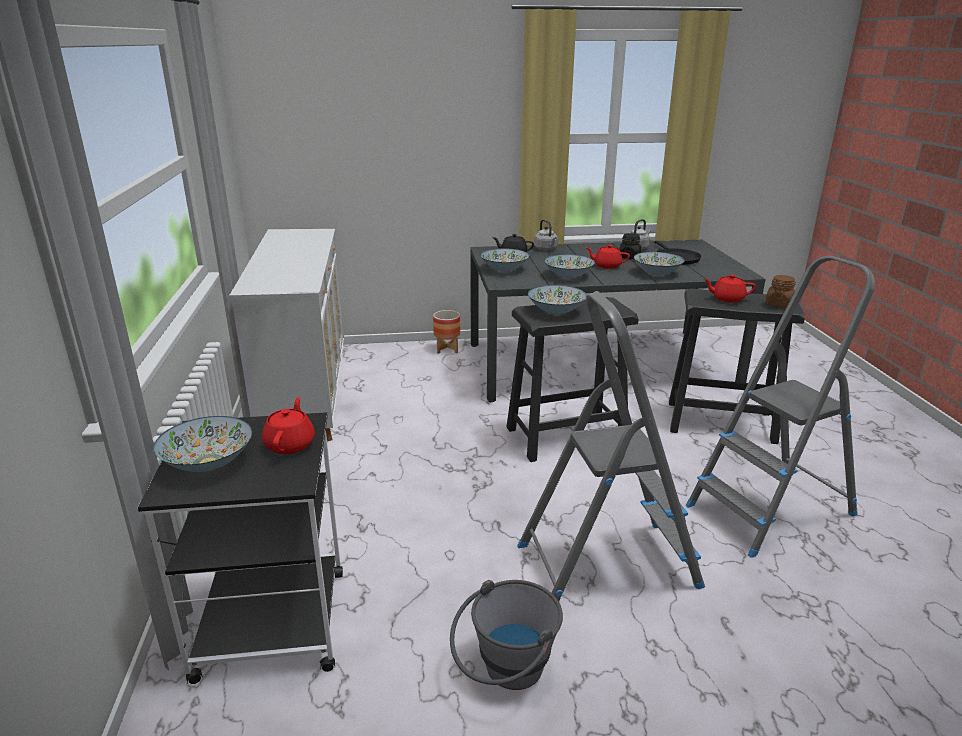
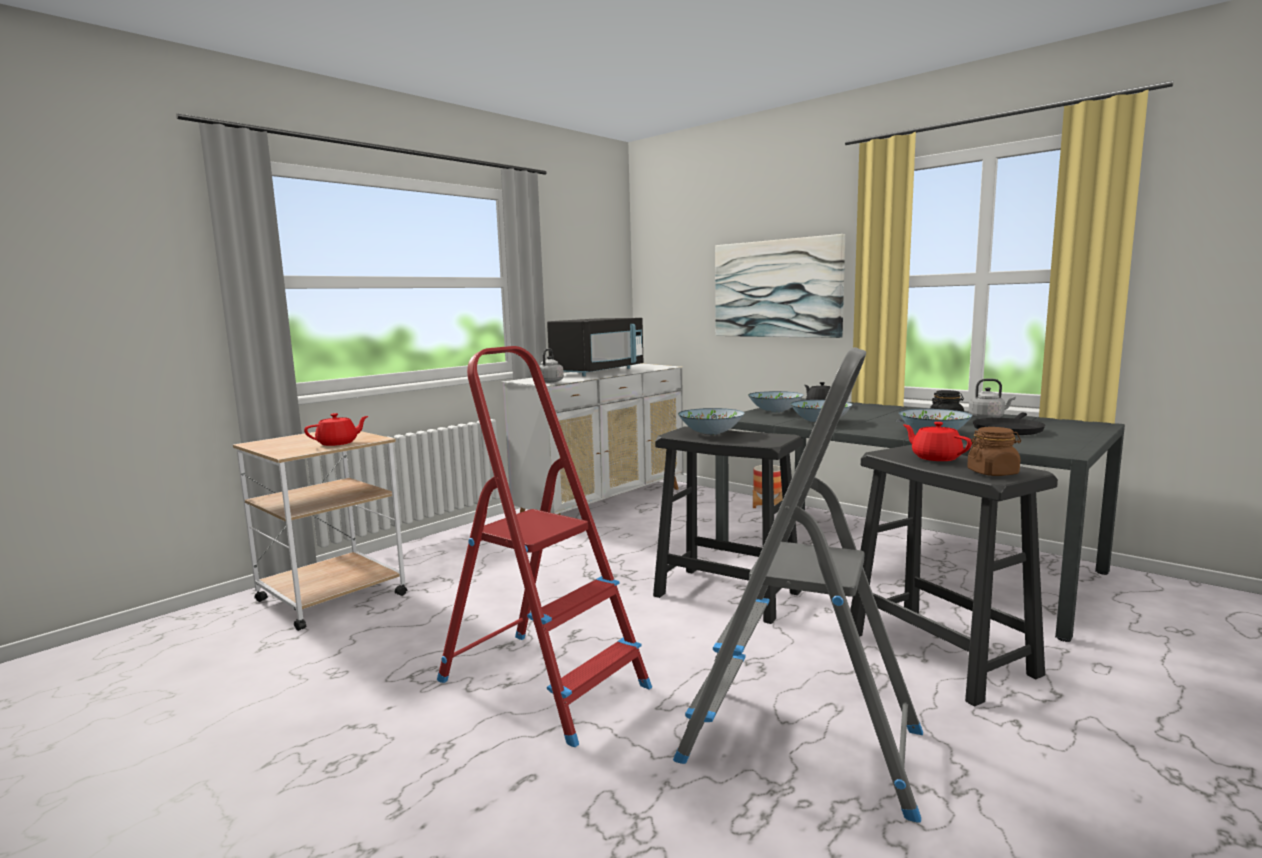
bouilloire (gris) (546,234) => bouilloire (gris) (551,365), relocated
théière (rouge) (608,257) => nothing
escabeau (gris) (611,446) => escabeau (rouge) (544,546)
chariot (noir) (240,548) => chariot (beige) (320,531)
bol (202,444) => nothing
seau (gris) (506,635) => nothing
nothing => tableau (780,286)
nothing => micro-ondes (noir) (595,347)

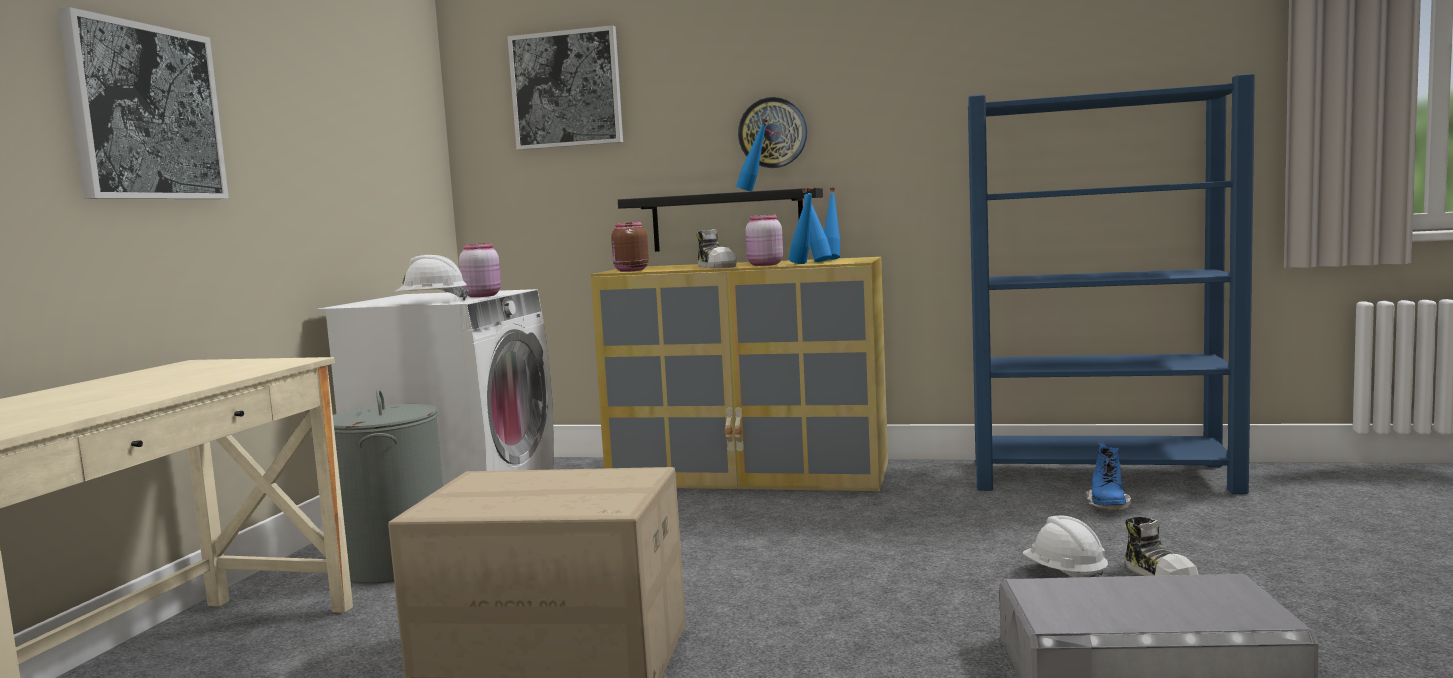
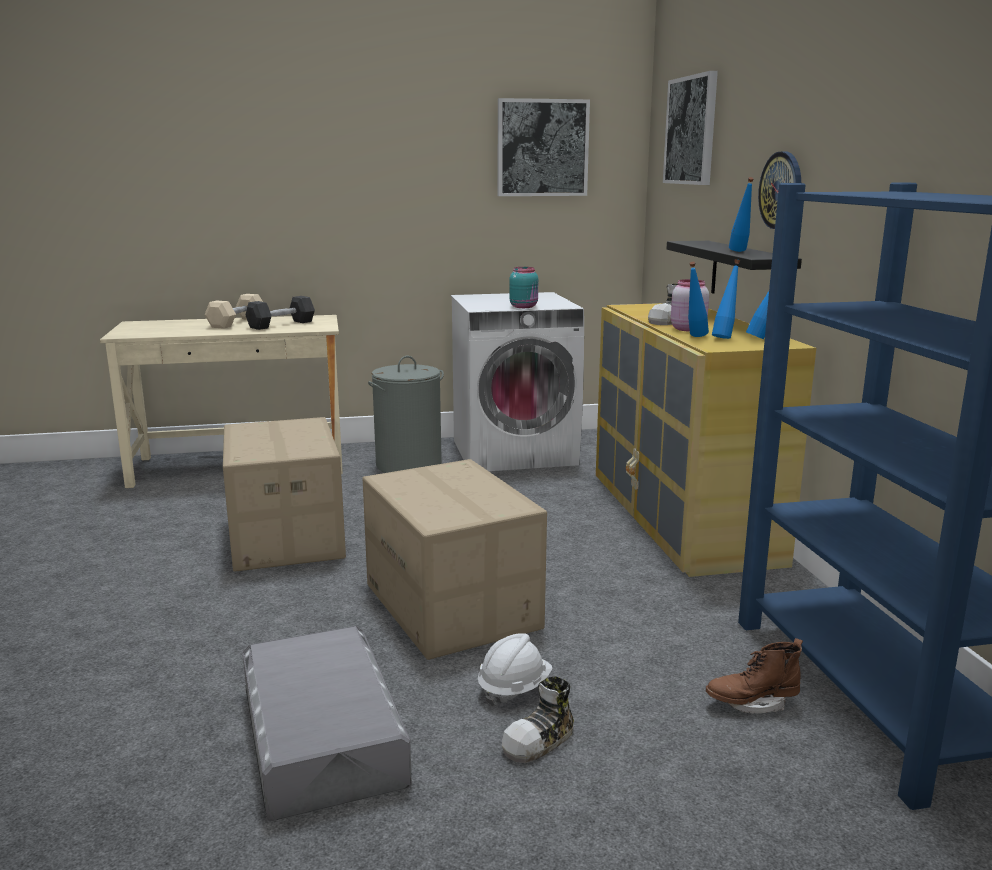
tableau (143,103) => tableau (544,147), relocated
bocal (marron) (630,247) => nothing
bocal (rose) (480,270) => bocal (turquoise) (523,287)
casque de chantier (blanc) (431,278) => nothing
botte (bleu) (1107,477) => botte (marron) (754,676)
nothing => haltère (beige) (233,311)
nothing => haltère (noir) (280,313)
nothing => carton (455,559)

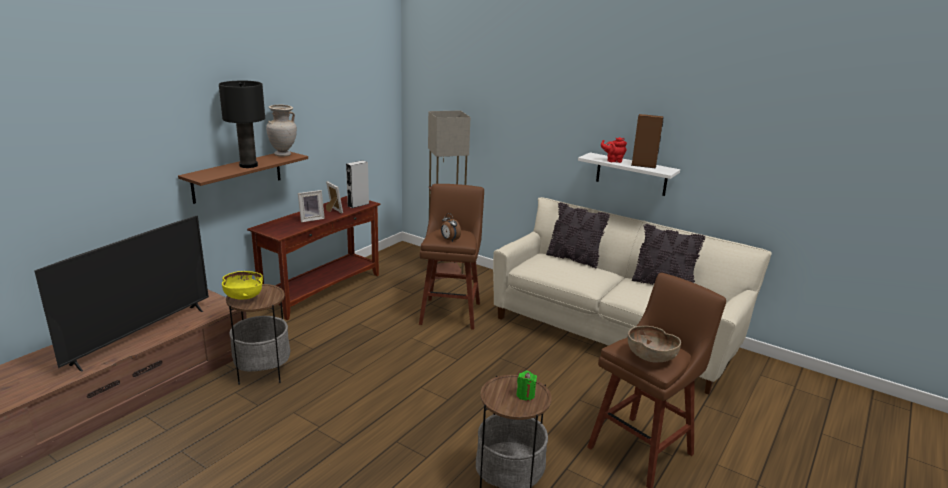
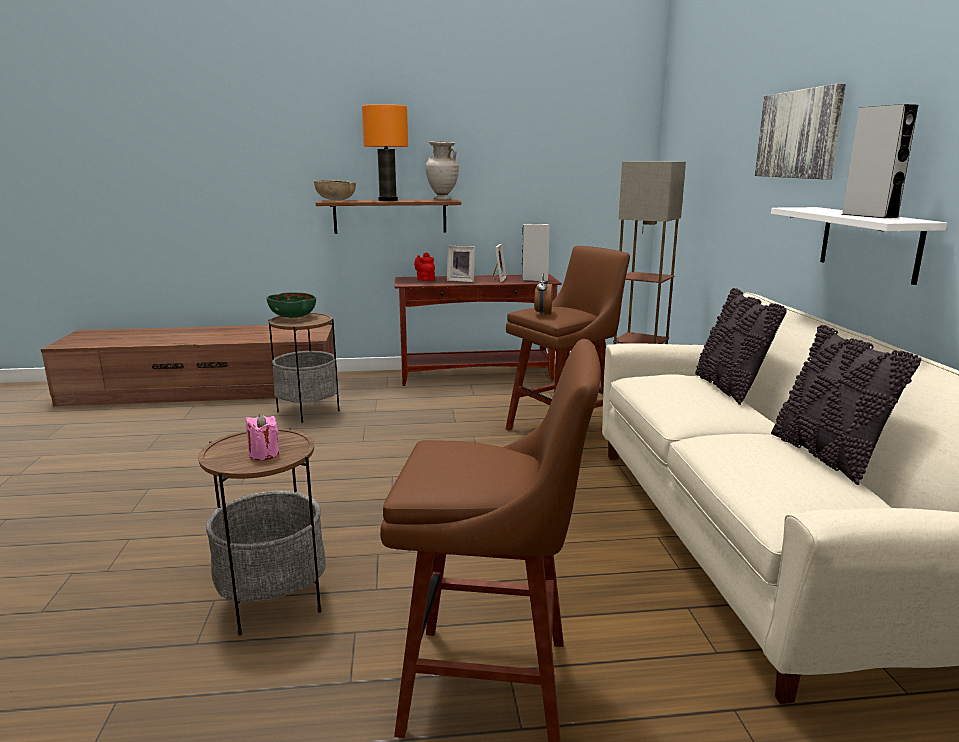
lampe de table (noir) (242,124) => lampe de table (orange) (385,152)
enceinte (marron) (647,141) => enceinte (gris) (879,161)
théière (rouge) (614,150) => théière (rouge) (424,267), relocated
téléviseur (121,293) => nothing
bol (jaune) (242,285) => bol (vert) (291,305)
bol (marron) (654,344) => bol (marron) (335,190), relocated
bougie (vert) (526,386) => bougie (rose) (262,437)
nothing => tableau (800,131)

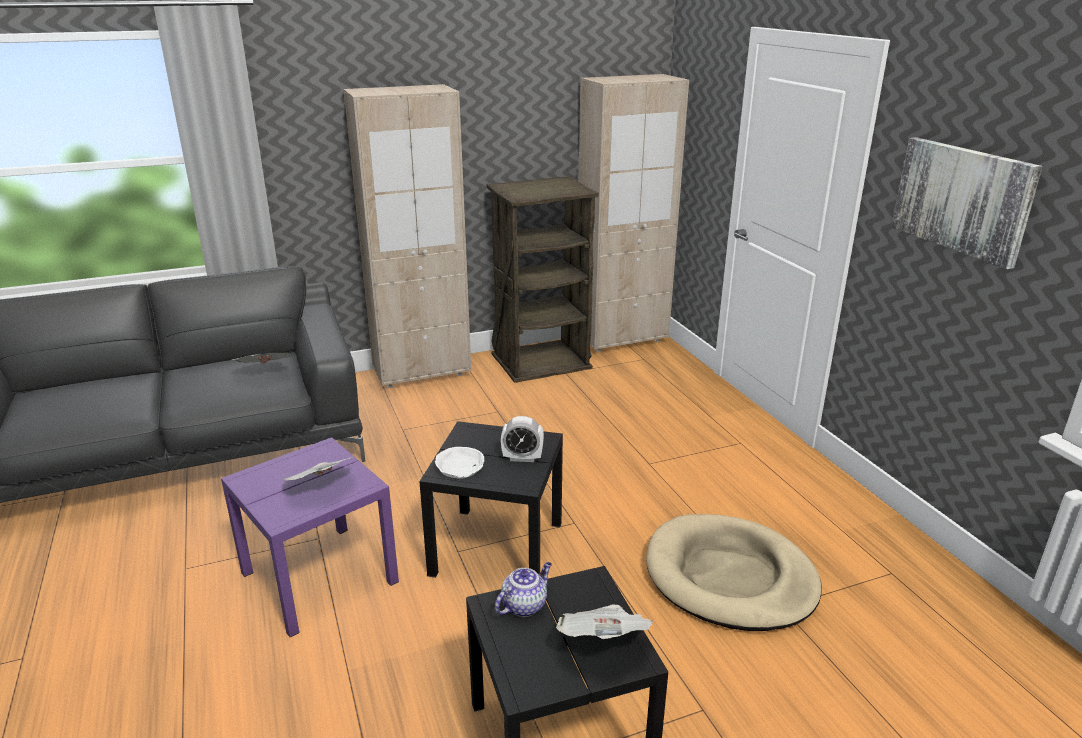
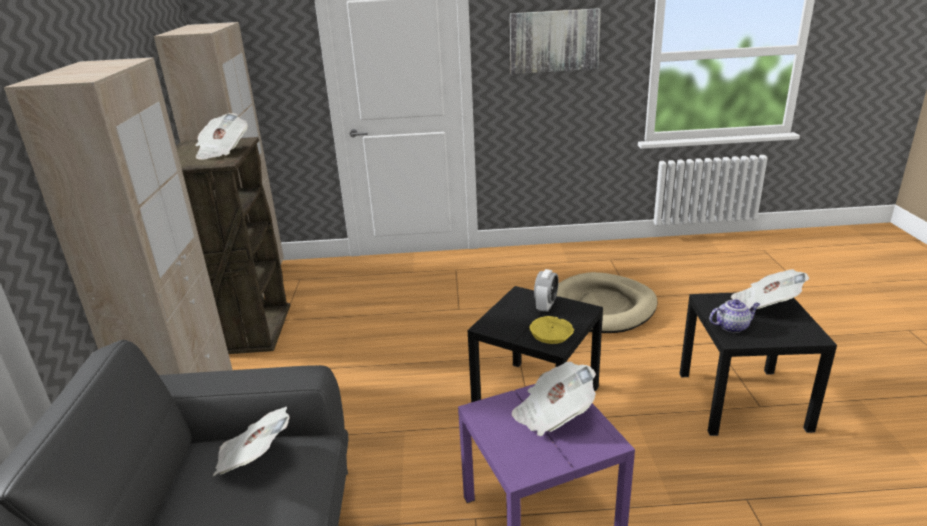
bol (blanc) (459,463) => bol (jaune) (551,330)
théière (523,589) => théière (734,316), 105 degrees clockwise
nothing => journal (221,136)

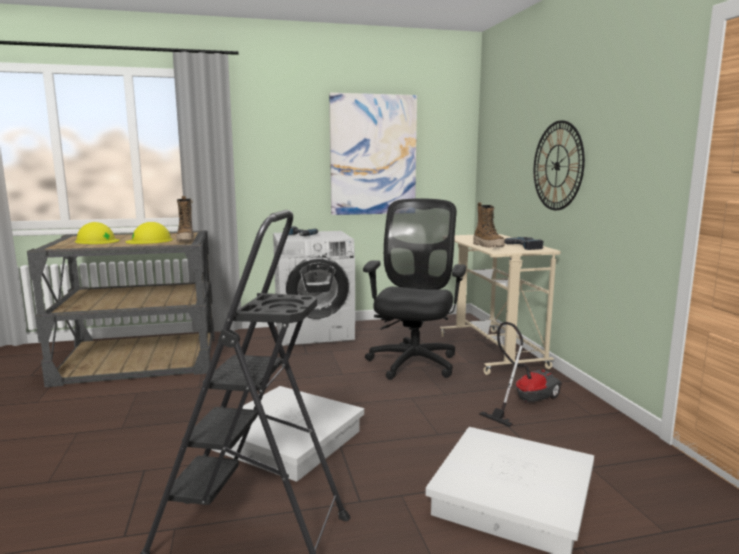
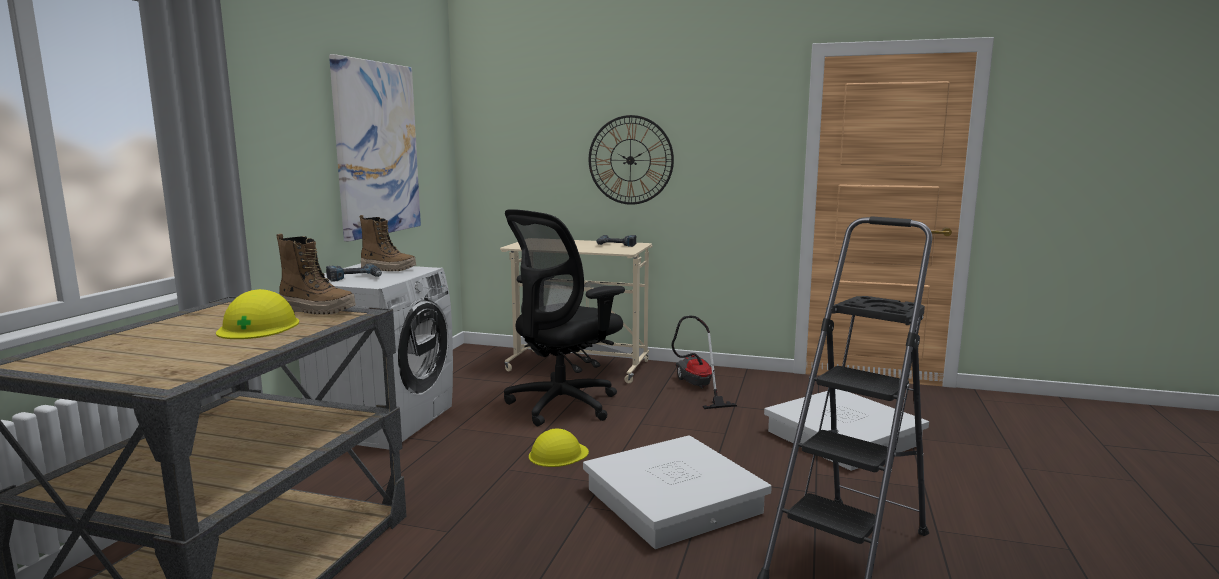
chaise de bureau (noir) (414,289) => chaise de bureau (noir) (564,317), 90 degrees counterclockwise
botte (489,225) => botte (388,243), relocated
casque de chantier (jaune) (97,233) => casque de chantier (jaune) (559,448), relocated

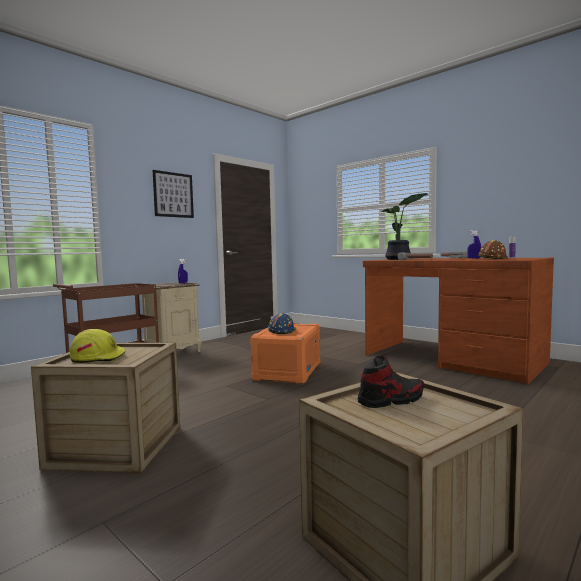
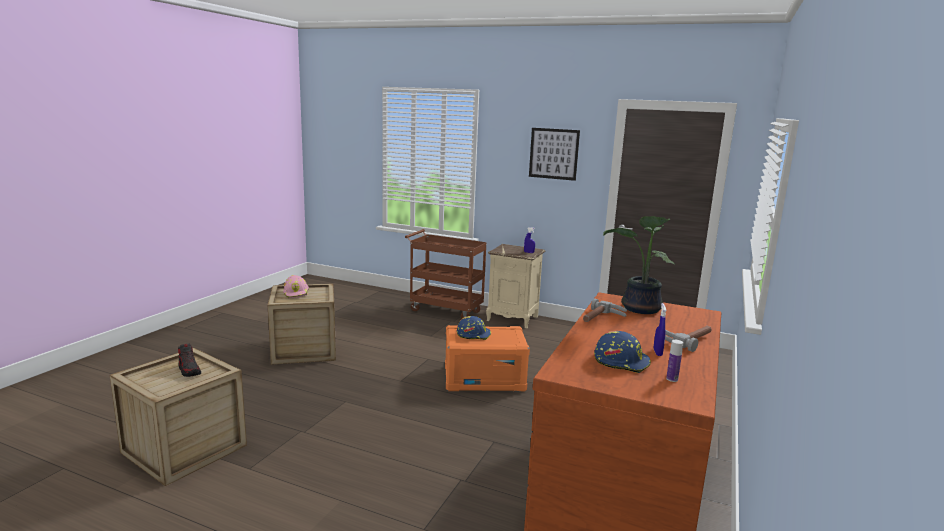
casque de chantier (marron) (493,249) => casque de chantier (bleu) (622,352)
casque de chantier (jaune) (97,346) => casque de chantier (rose) (296,286)

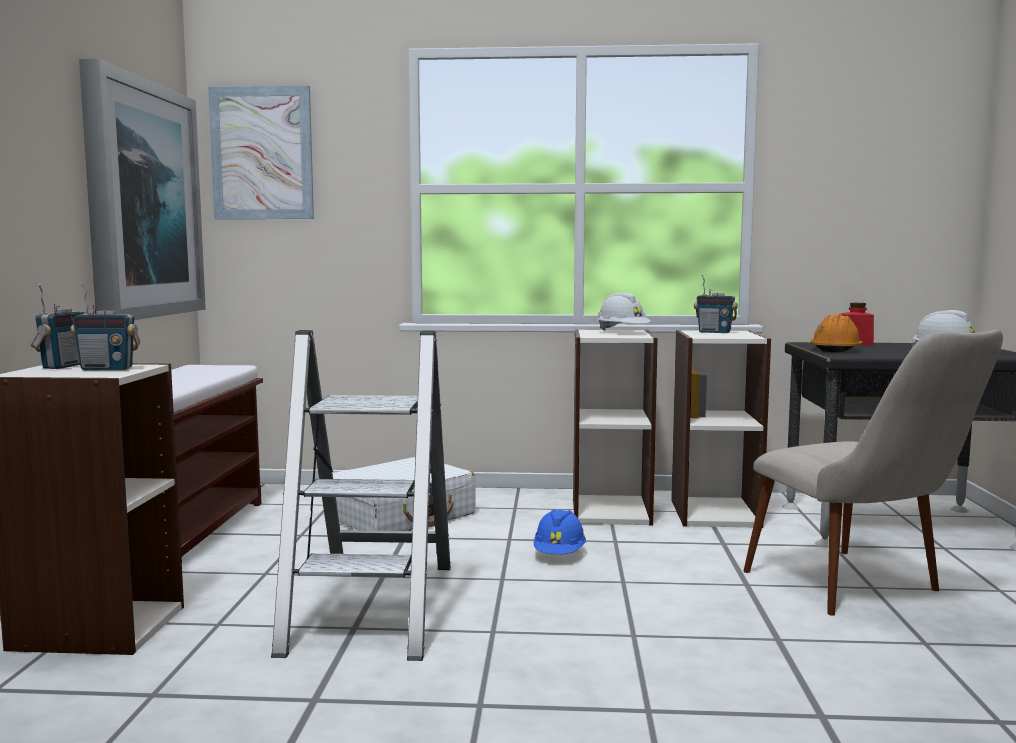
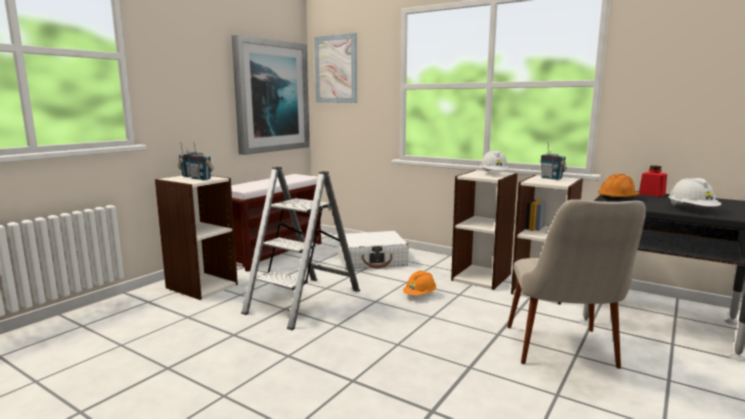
casque de chantier (bleu) (560,531) => casque de chantier (orange) (419,283)

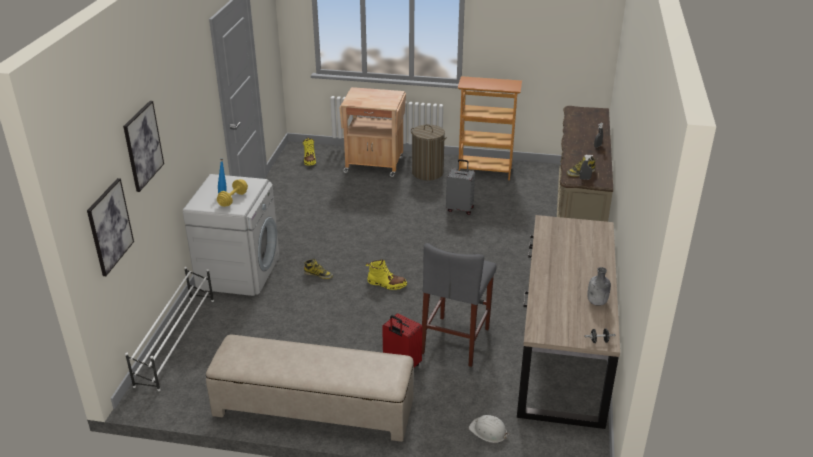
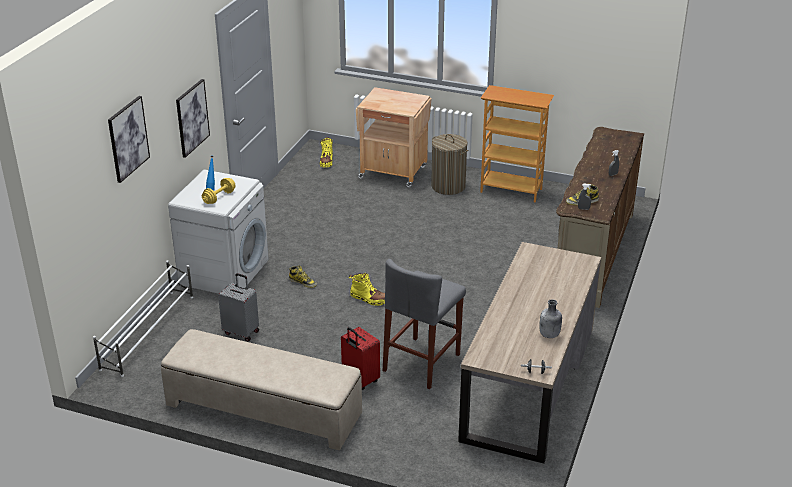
valise (gris) (460,187) => valise (gris) (238,307), relocated
tableau (110,227) => tableau (193,118), relocated
casque de chantier (blanc) (489,429) => nothing

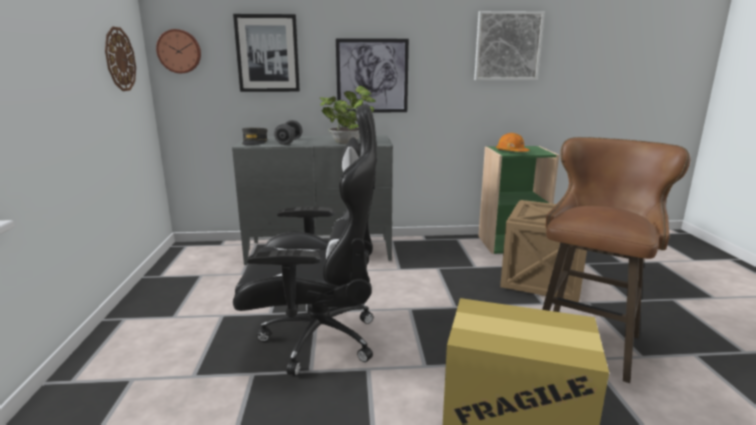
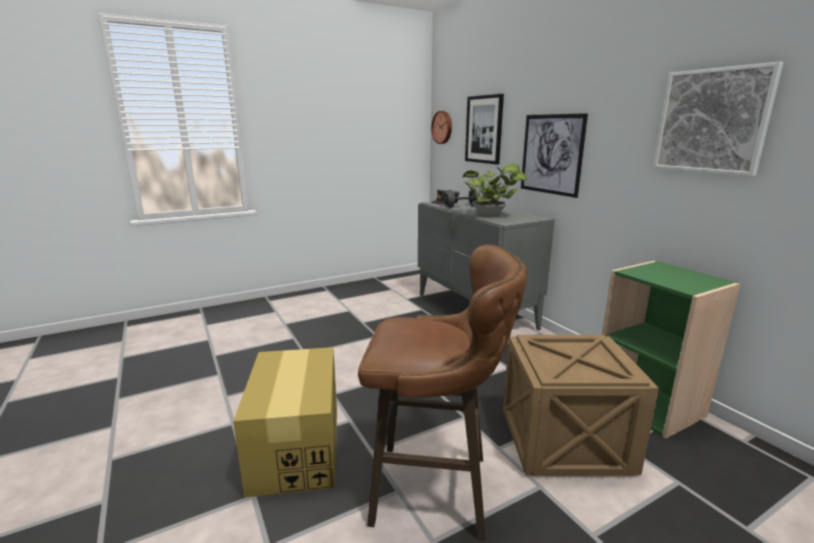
horloge murale (120,59) => nothing
chaise de bureau (noir) (305,240) => nothing
casque de chantier (orange) (512,142) => nothing

